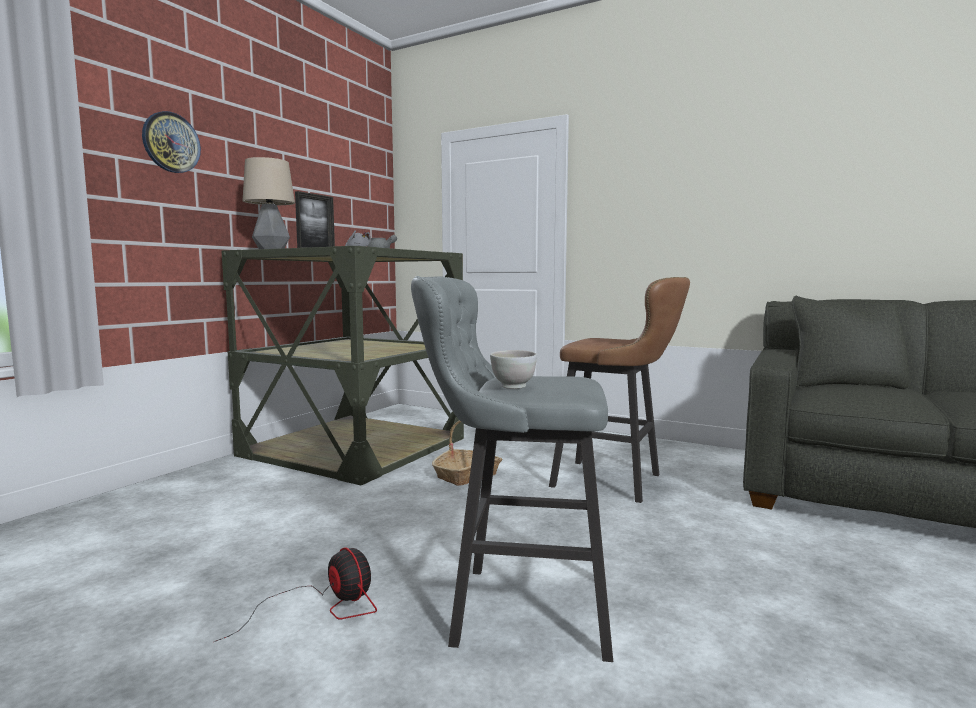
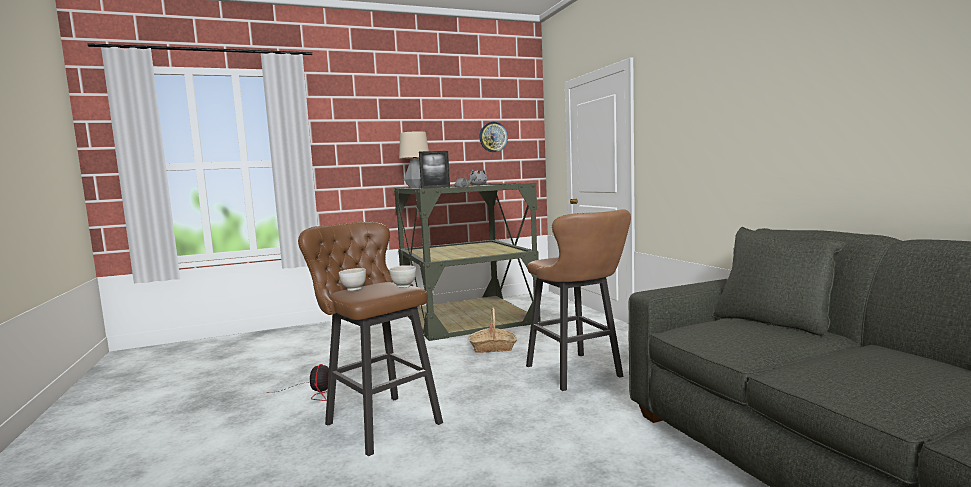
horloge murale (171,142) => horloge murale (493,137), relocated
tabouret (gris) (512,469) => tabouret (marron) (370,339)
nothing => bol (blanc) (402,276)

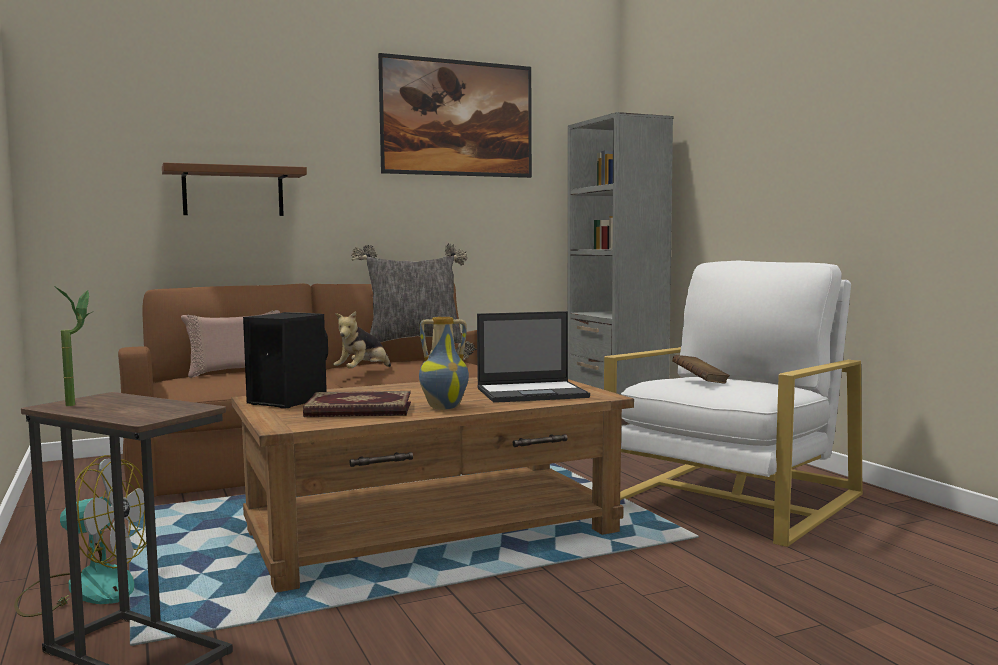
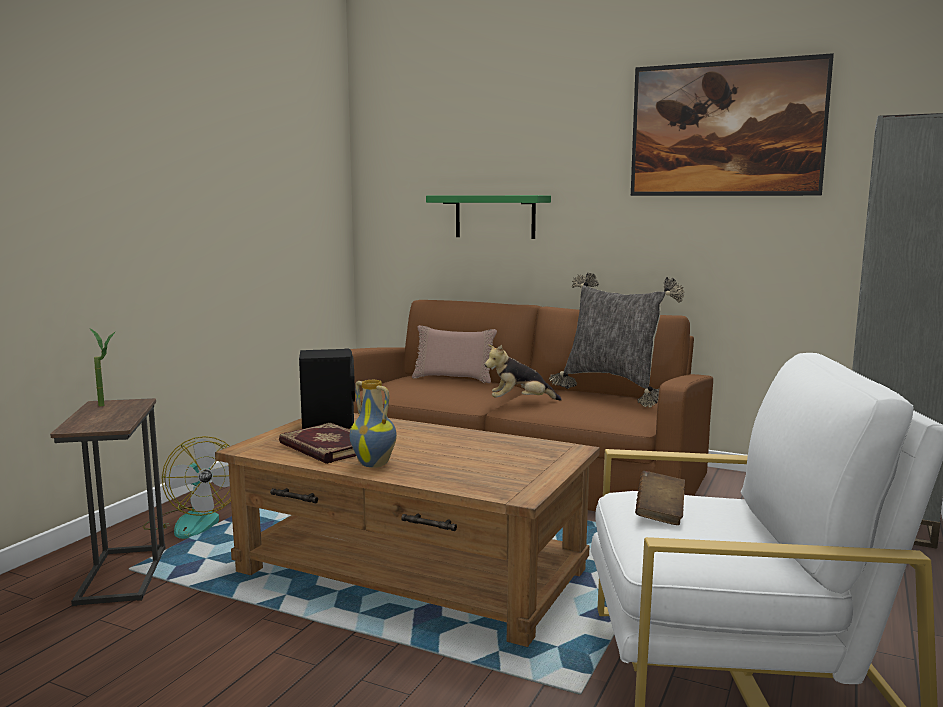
étagère (marron) (234,189) => étagère (vert) (488,217)
ordinateur portable (533,357) => nothing

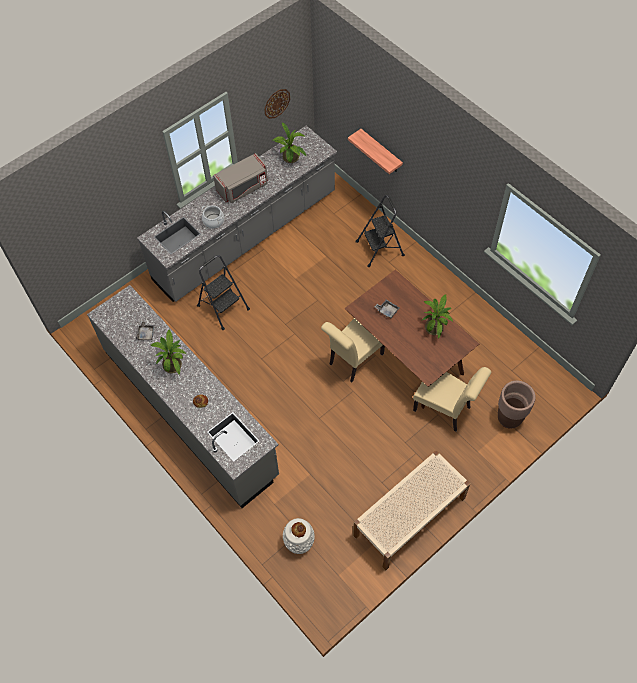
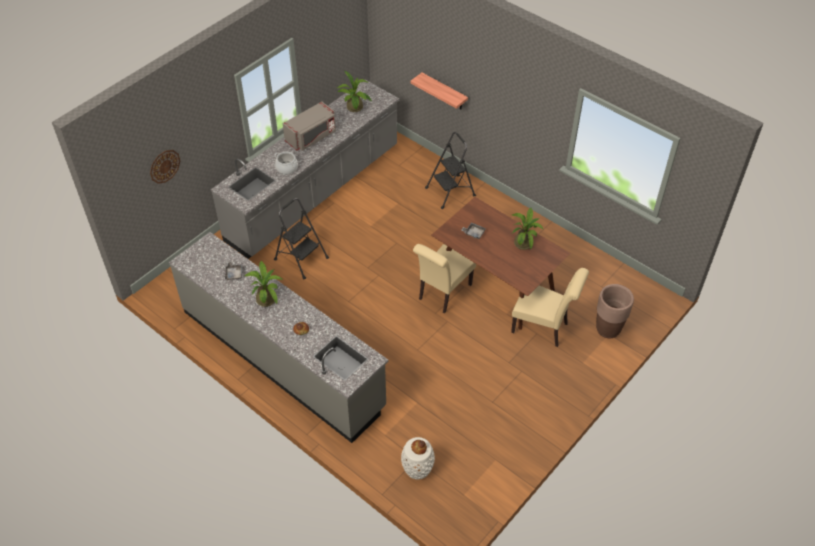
horloge murale (277,104) => horloge murale (165,167), relocated
banc (beige) (412,510) => nothing

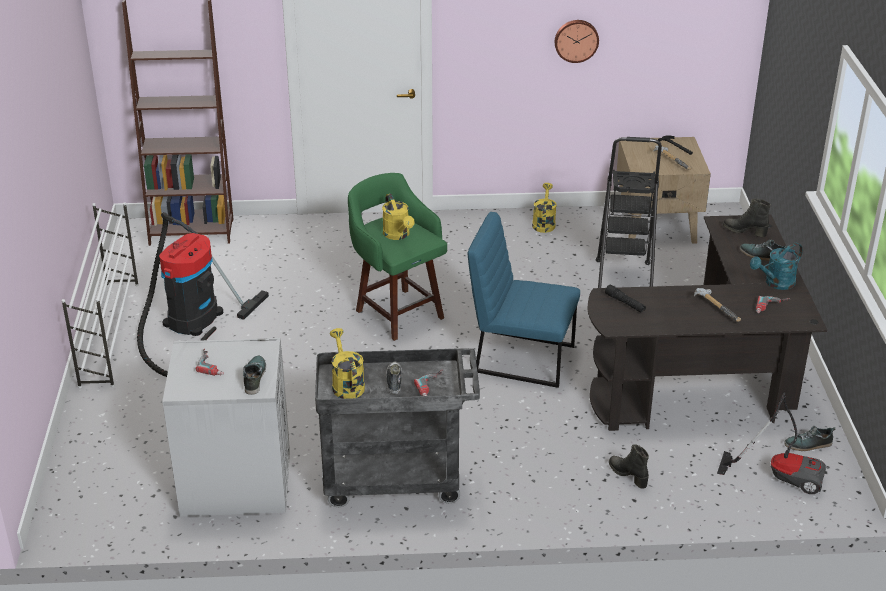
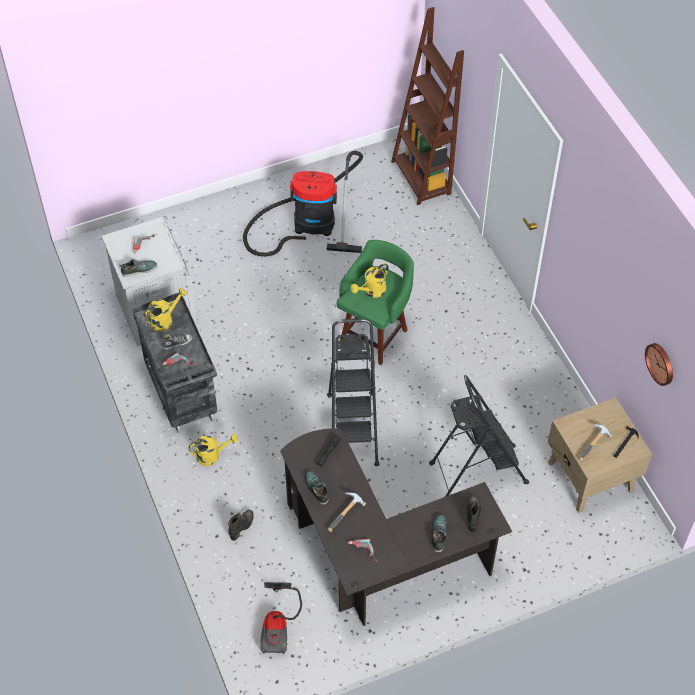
horloge murale (577,41) => horloge murale (659,364), relocated
arrosoir (jaune) (544,208) => arrosoir (jaune) (213,449), relocated
étagère à chaussures (blanc) (100,295) => nothing
chaise (bleu) (524,300) => escabeau (353,392)
arrosoir (turquoise) (776,266) => nothing
chaussure (810,438) => chaussure (317,488), relocated

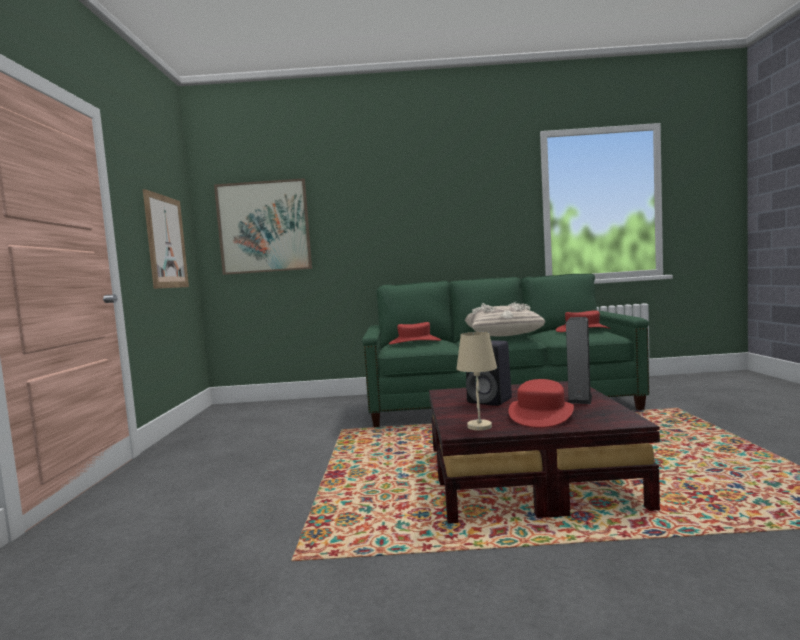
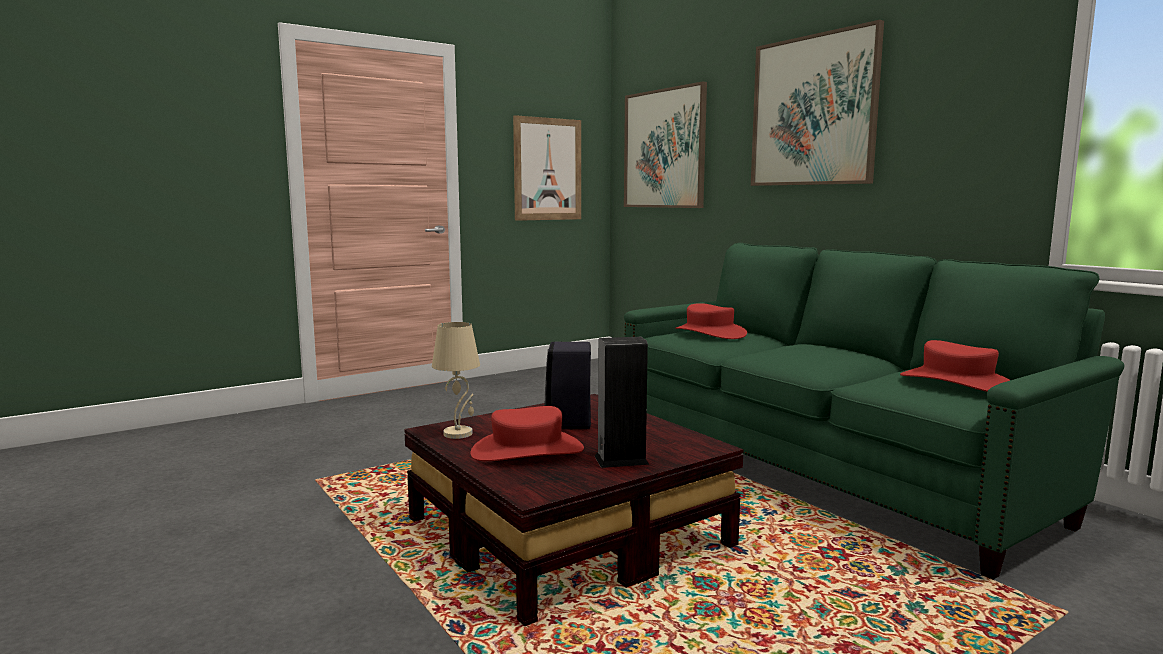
coussin (beige) (505,318) => nothing
nothing => tableau (817,103)

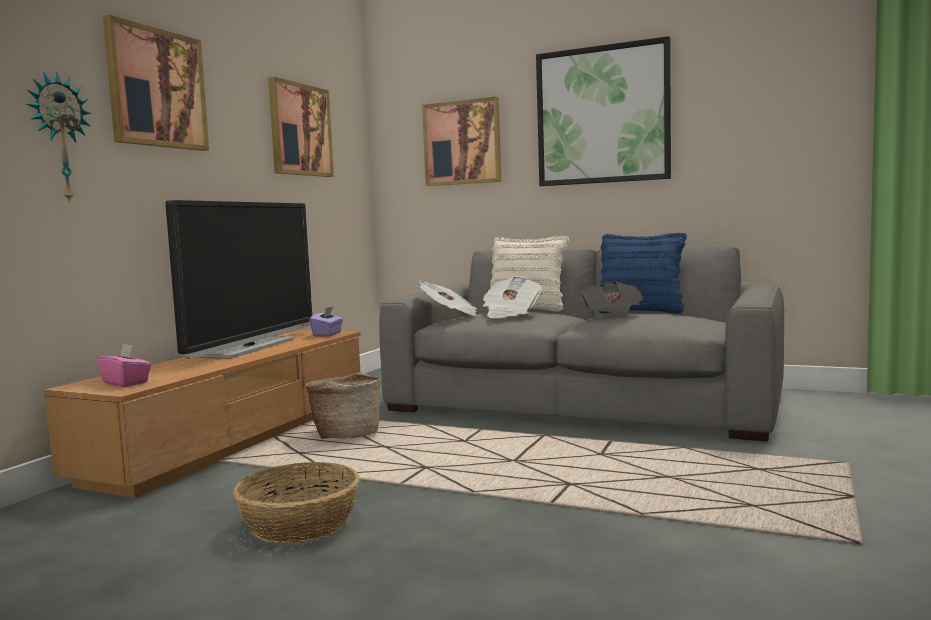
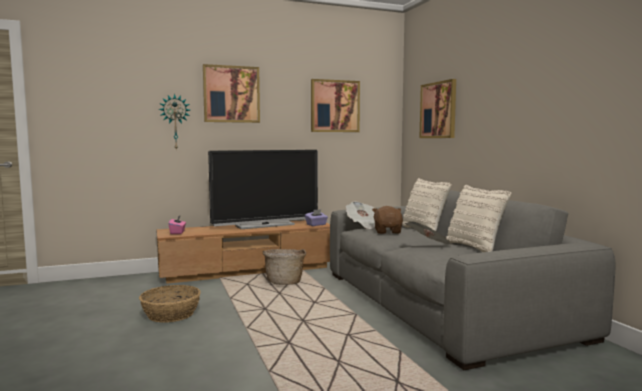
tableau (603,111) => nothing
coussin (bleu) (643,273) => coussin (beige) (478,218)
journal (513,297) => peluche (marron) (387,220)

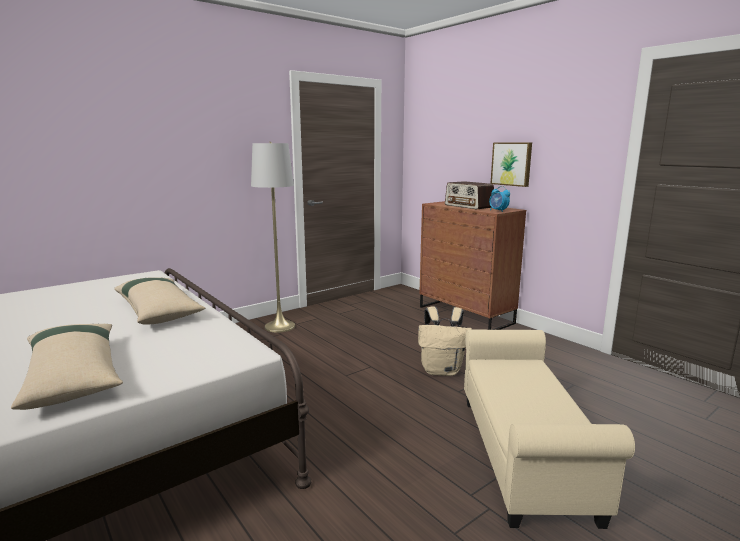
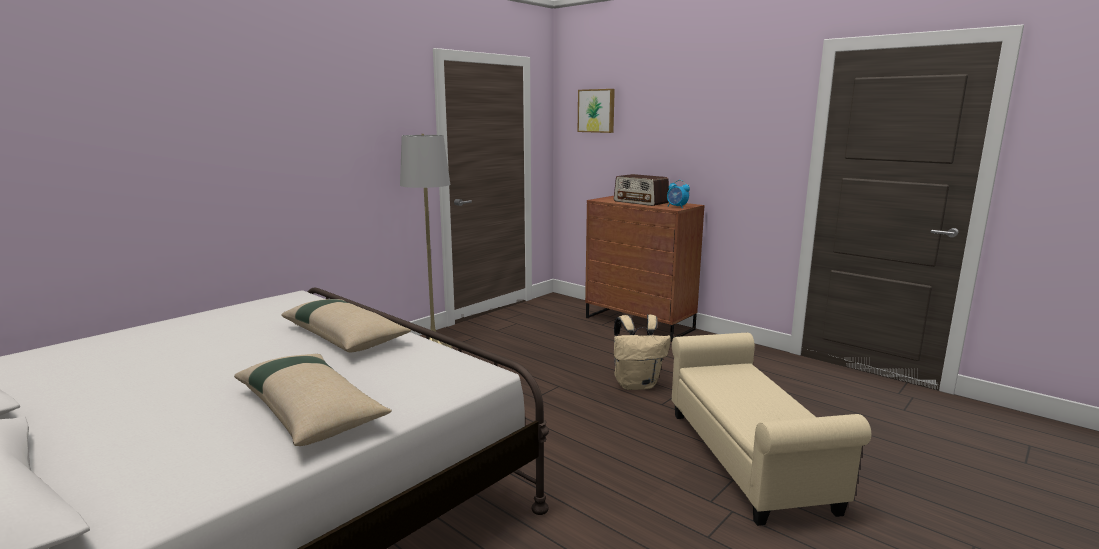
tableau (511,164) => tableau (596,111), relocated

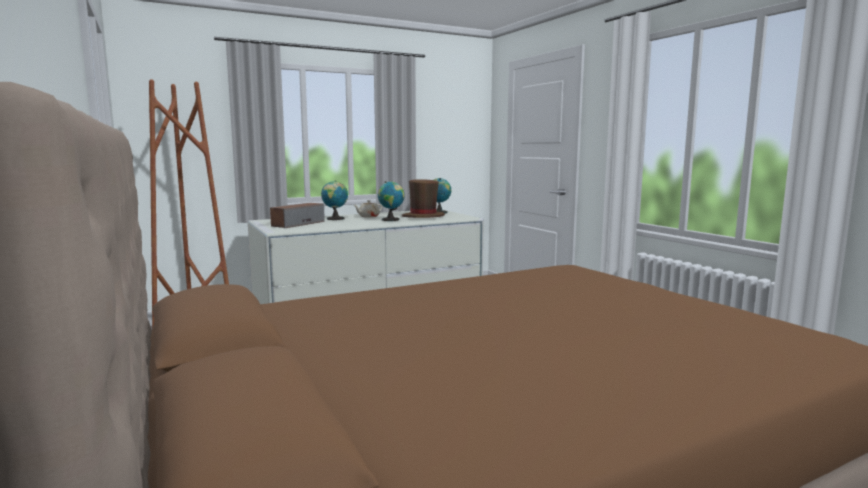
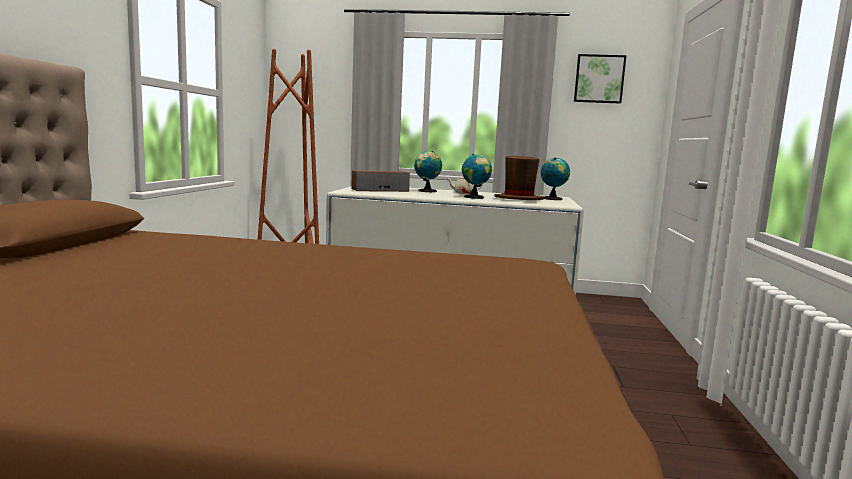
nothing => tableau (600,79)

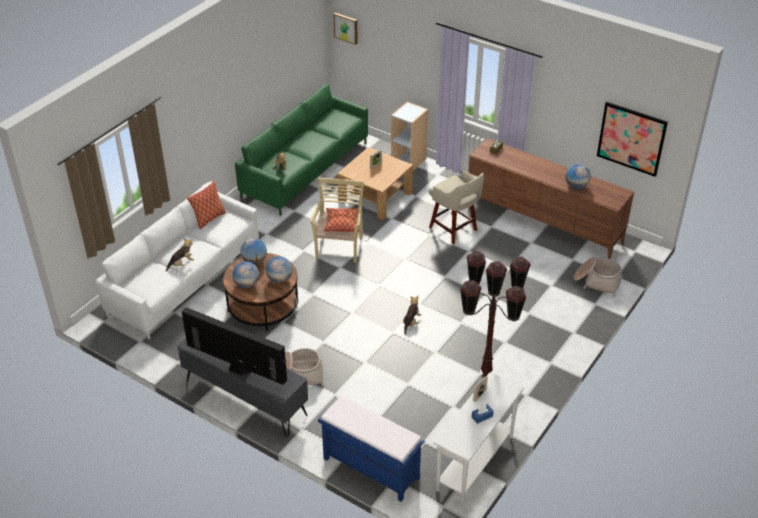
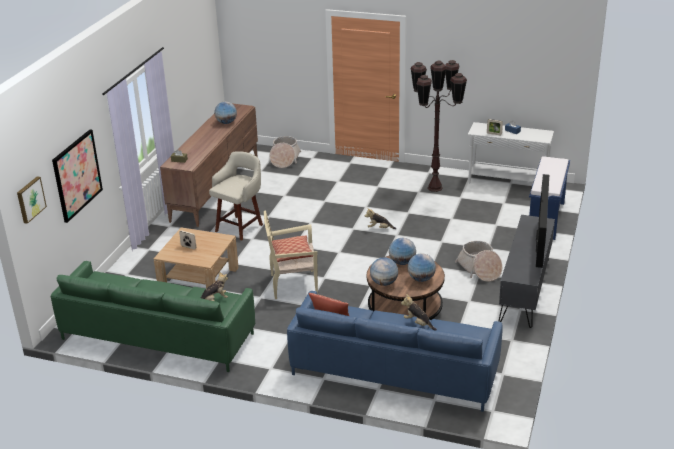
bibliothèque (409,136) => nothing
tableau (632,139) => tableau (77,176), relocated
canapé (blanc) (177,260) => canapé (bleu) (395,351)

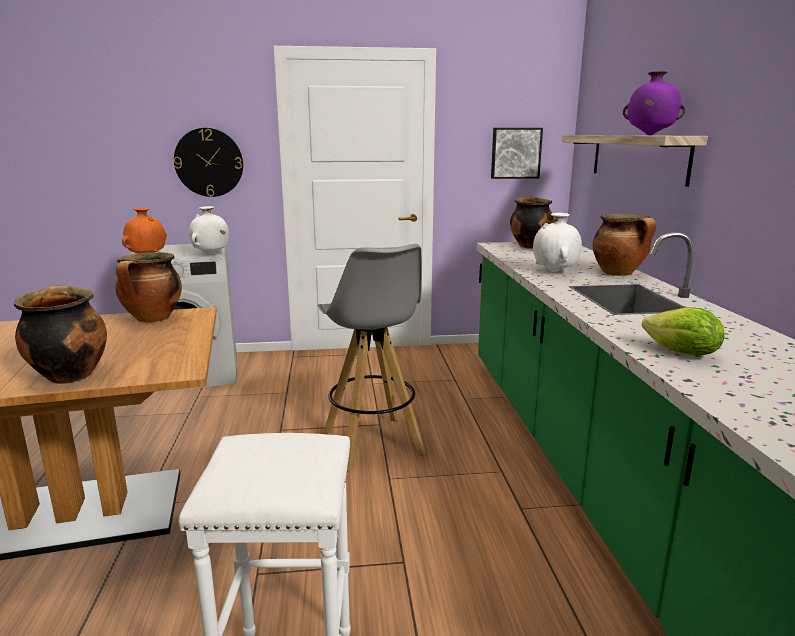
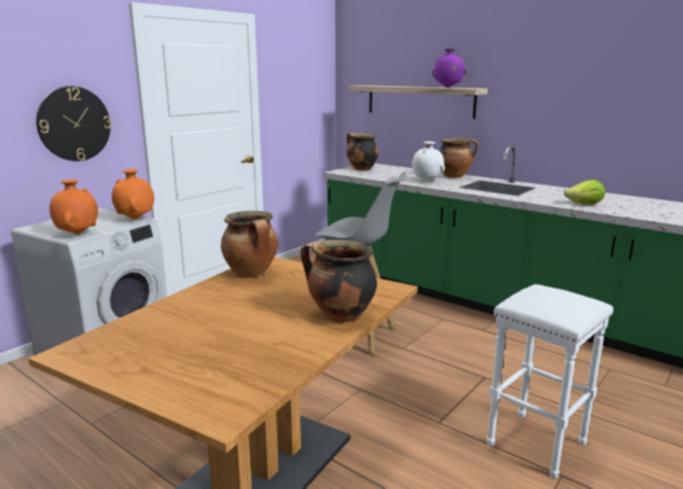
tableau (517,153) => nothing
vase (blanc) (209,230) => vase (orange) (133,194)

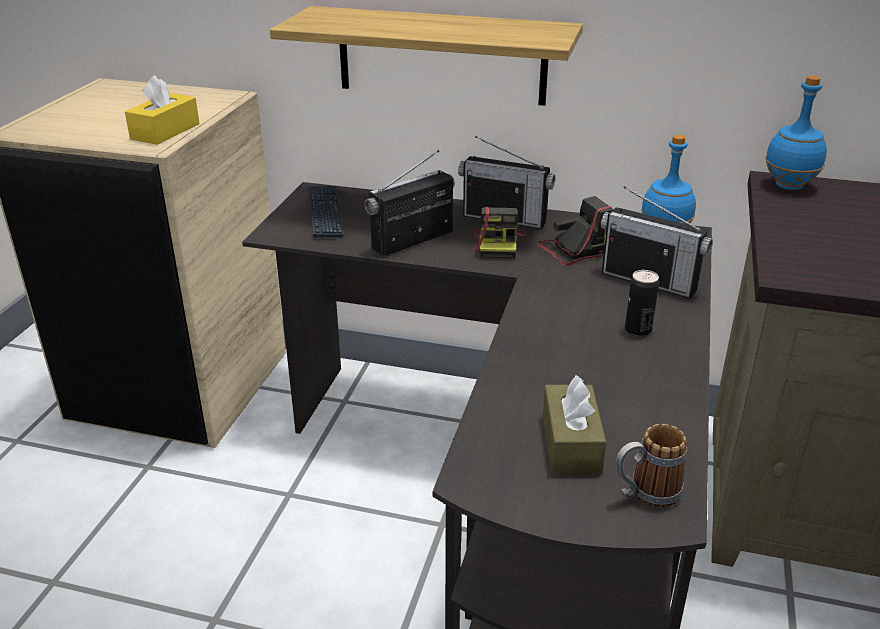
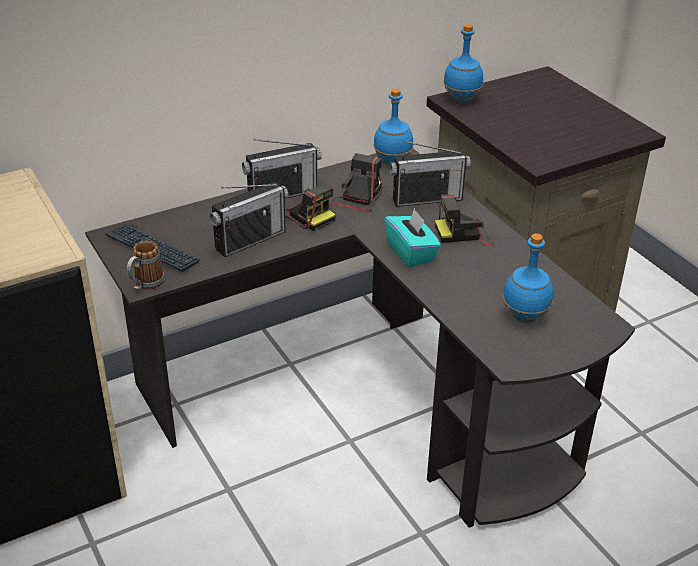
étagère (426,56) => nothing
boîte à mouchoirs (jaune) (162,110) => nothing
radio (410,203) => radio (248,219), 135 degrees counterclockwise
boîte métallique (642,303) => appareil photo (464,220)
boîte à mouchoirs (marron) (574,424) => bouteille (bleu) (528,278)
mug (651,466) => mug (145,266), relocated
nothing => boîte à mouchoirs (turquoise) (412,237)

